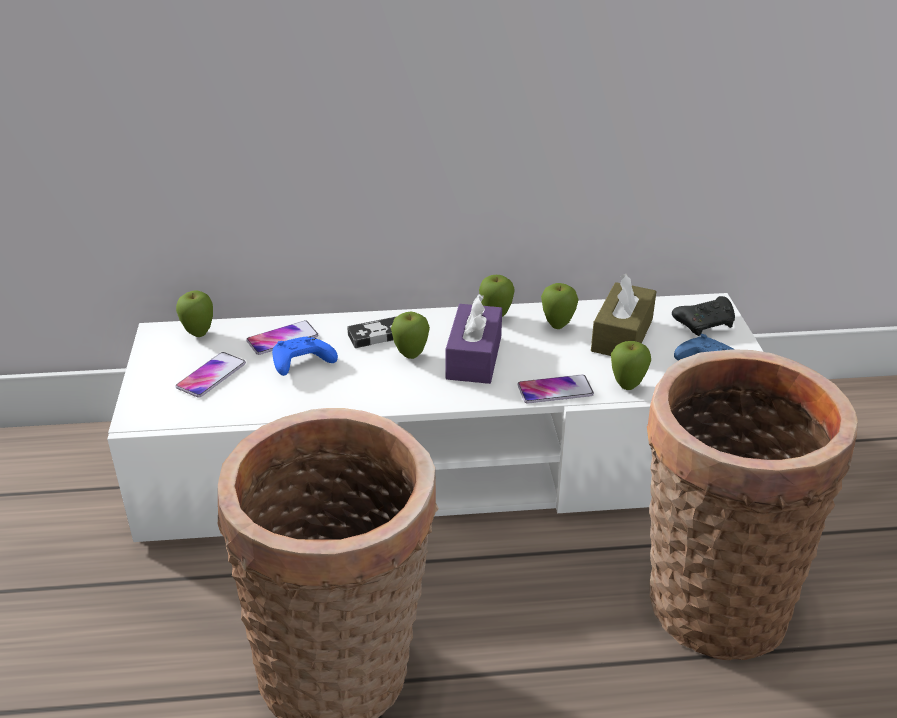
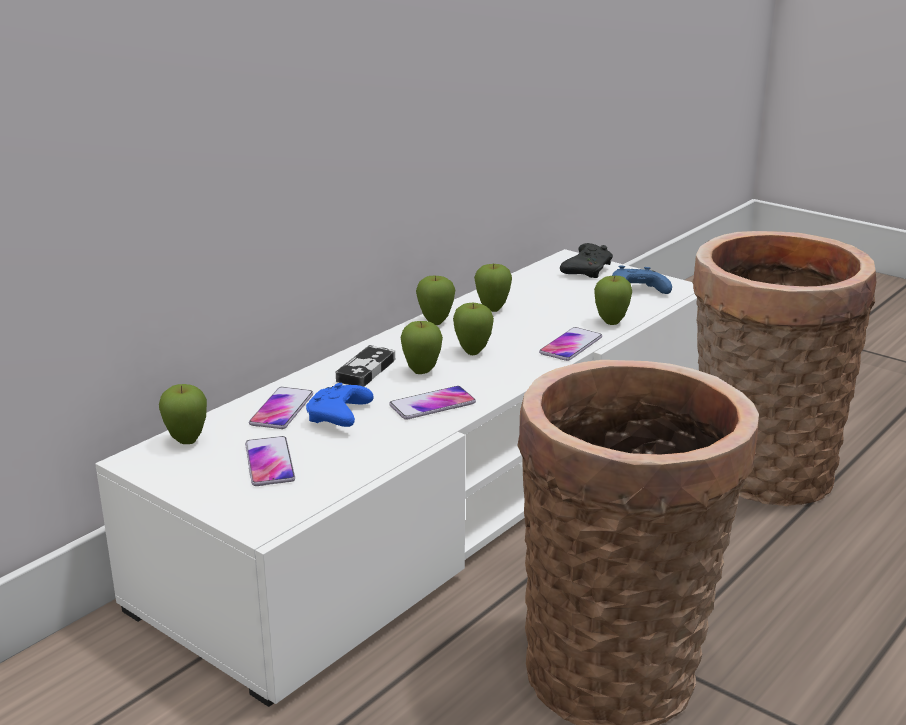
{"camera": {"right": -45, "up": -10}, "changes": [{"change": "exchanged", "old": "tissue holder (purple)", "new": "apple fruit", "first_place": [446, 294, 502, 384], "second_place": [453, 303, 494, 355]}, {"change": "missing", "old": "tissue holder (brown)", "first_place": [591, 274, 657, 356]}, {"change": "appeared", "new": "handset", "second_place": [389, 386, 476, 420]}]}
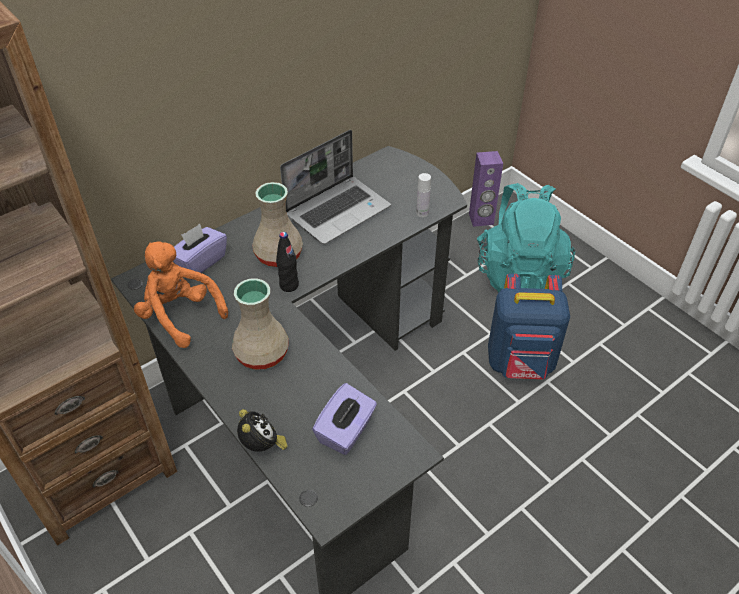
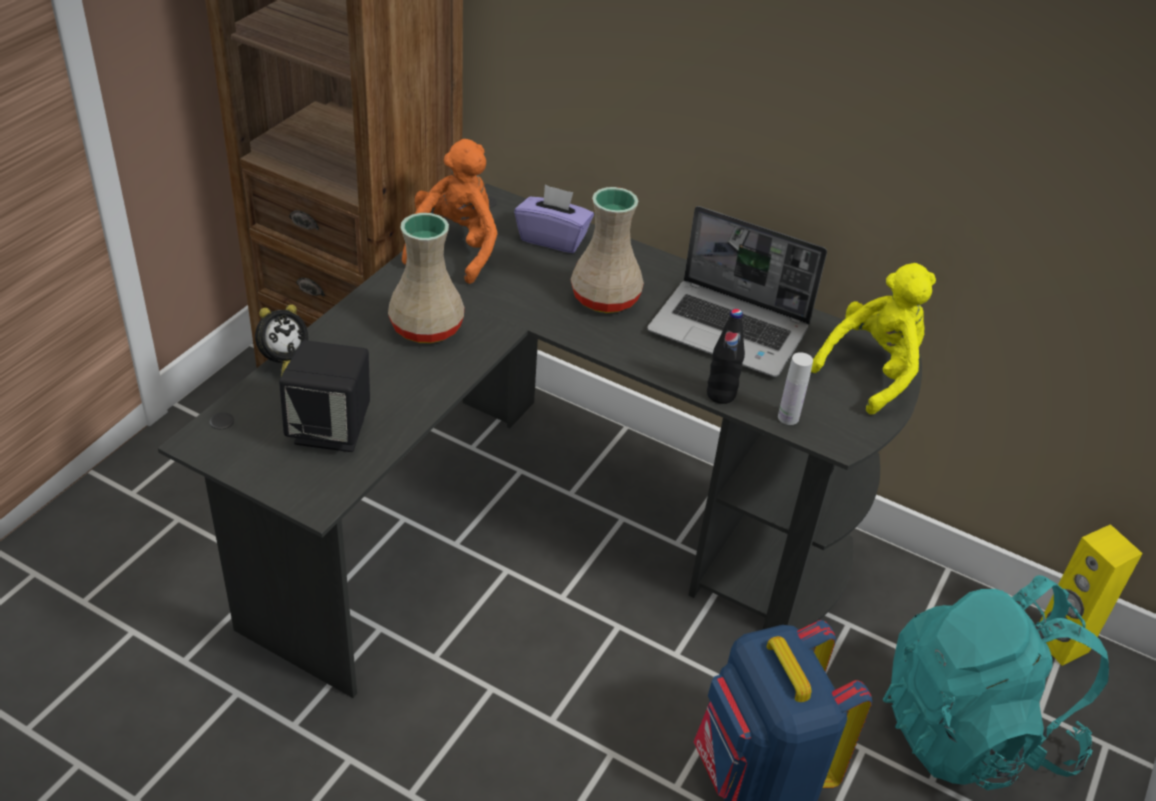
{"camera": {"right": 65, "up": -5}, "changes": [{"change": "relocated", "old": "bottle (blackish)", "first_place": [276, 232, 299, 292], "second_place": [707, 309, 745, 404]}, {"change": "exchanged", "old": "tissue holder (purple)", "new": "loudspeaker (blackish)", "first_place": [312, 383, 377, 455], "second_place": [279, 340, 370, 452]}, {"change": "colour", "old": "loudspeaker (purple)", "new": "loudspeaker (yellow-coloured)", "first_place": [469, 151, 503, 227], "second_place": [1040, 524, 1143, 666]}, {"change": "appeared", "new": "cuddly toy (yellow-coloured)", "second_place": [811, 263, 936, 415]}]}
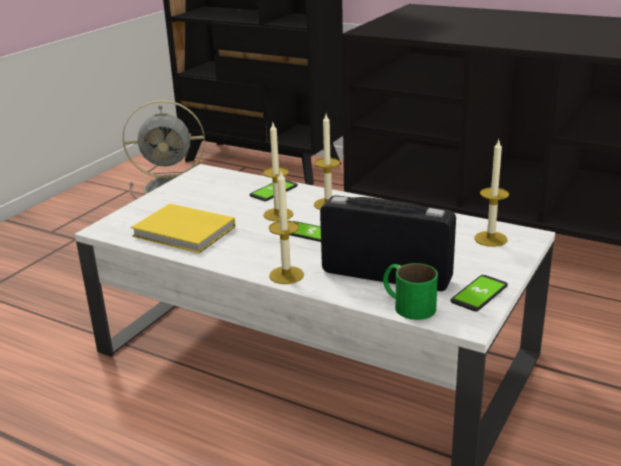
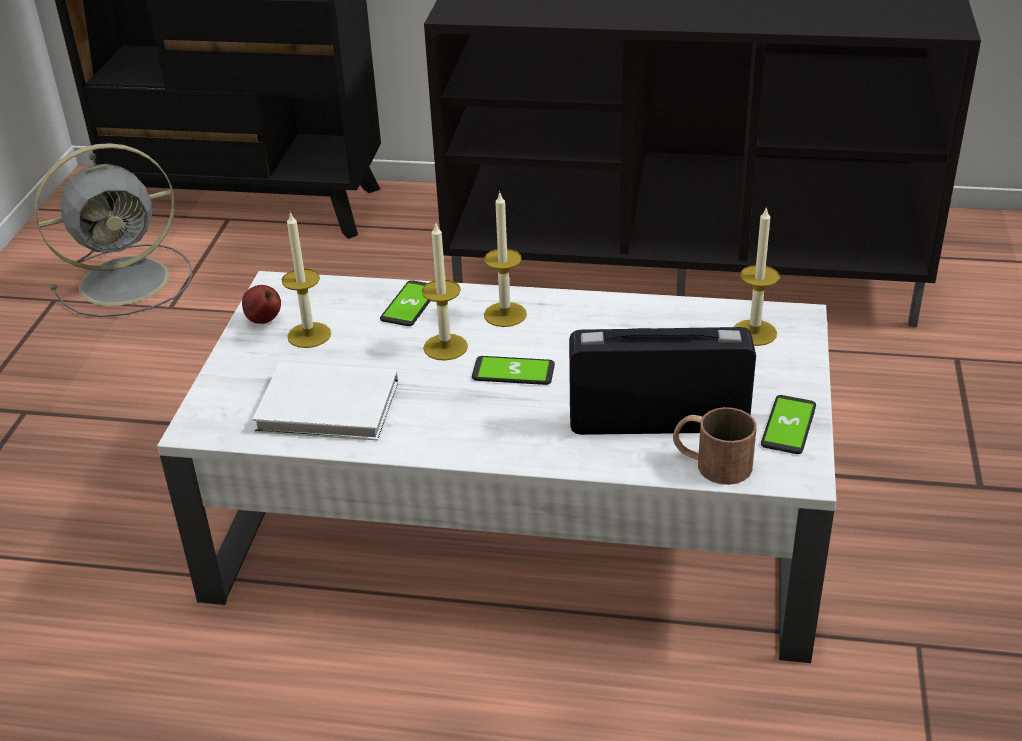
{"camera": {"right": -20, "up": 10}, "changes": [{"change": "colour", "old": "bound book (yellow-coloured)", "new": "bound book (white-coloured)", "first_place": [131, 204, 235, 253], "second_place": [252, 363, 398, 441]}, {"change": "relocated", "old": "wax candle", "first_place": [269, 169, 304, 284], "second_place": [281, 212, 331, 348]}, {"change": "colour", "old": "mug (greenish)", "new": "mug (brown)", "first_place": [383, 263, 438, 320], "second_place": [673, 407, 756, 485]}, {"change": "appeared", "new": "apple fruit", "second_place": [242, 285, 281, 324]}]}
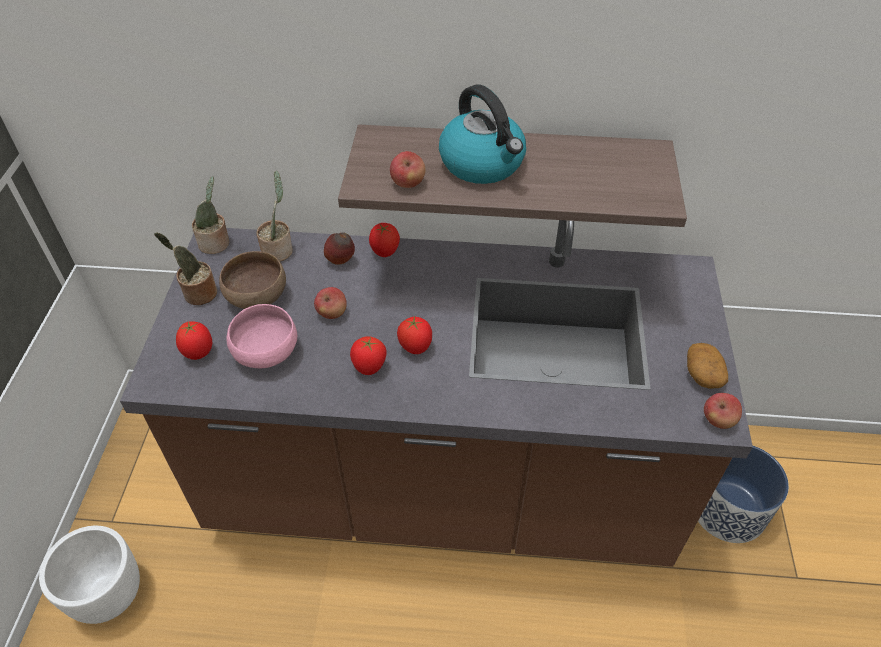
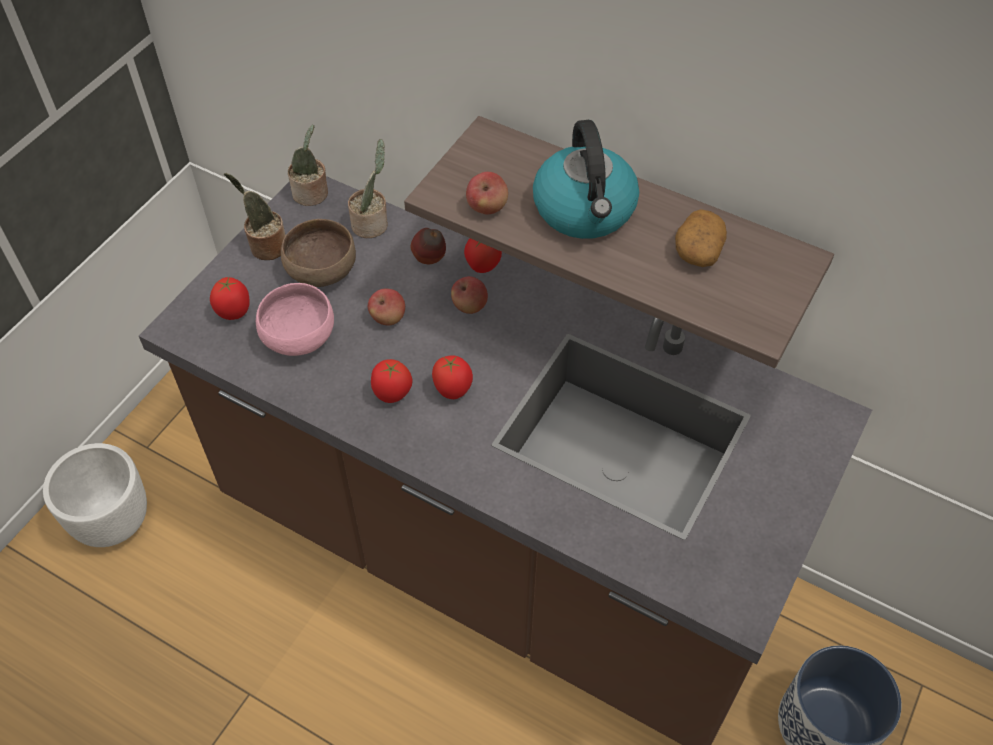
{"camera": {"right": 25, "up": 5}, "changes": [{"change": "relocated", "old": "spud", "first_place": [687, 343, 728, 389], "second_place": [675, 209, 727, 267]}, {"change": "relocated", "old": "apple fruit", "first_place": [704, 393, 742, 429], "second_place": [451, 276, 488, 314]}]}
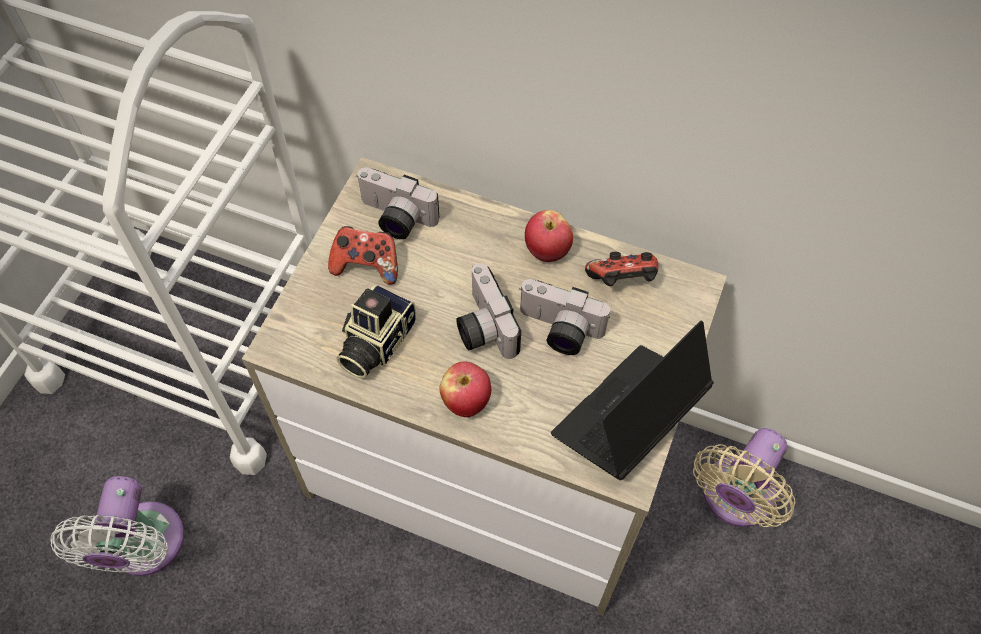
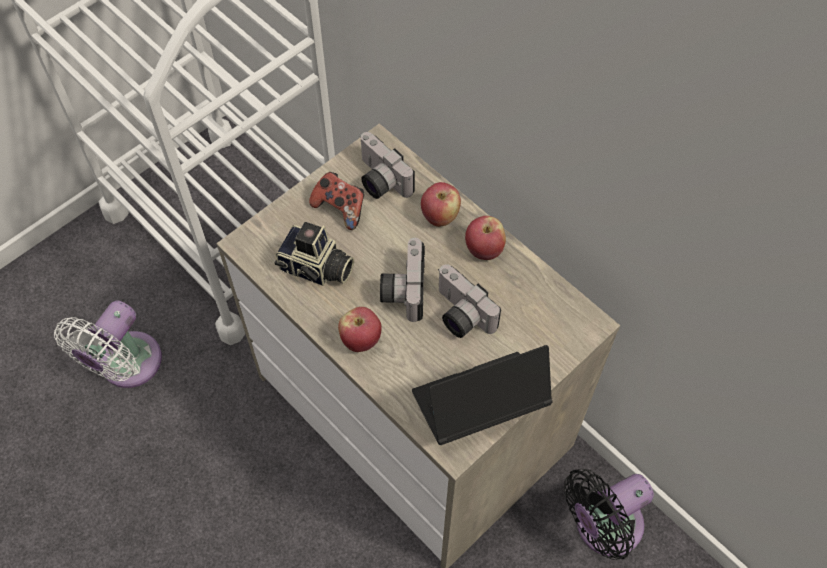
{"camera": {"right": 25, "up": 0}, "changes": [{"change": "spun", "old": "photo camera", "first_place": [336, 285, 416, 379], "second_place": [275, 222, 354, 286], "degrees": -120}, {"change": "missing", "old": "gamepad", "first_place": [585, 252, 658, 286]}, {"change": "colour", "old": "fan (sand-coloured)", "new": "fan (blackish)", "first_place": [693, 428, 795, 527], "second_place": [564, 469, 654, 560]}, {"change": "appeared", "new": "apple fruit", "second_place": [421, 182, 461, 227]}]}
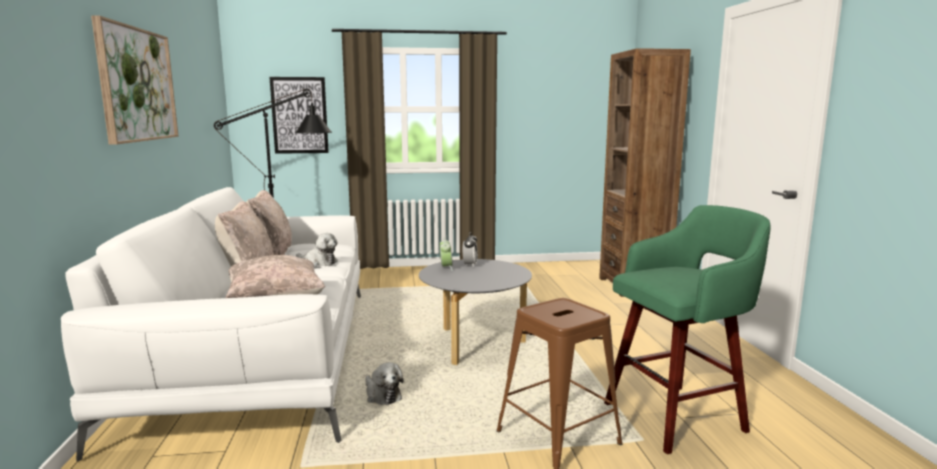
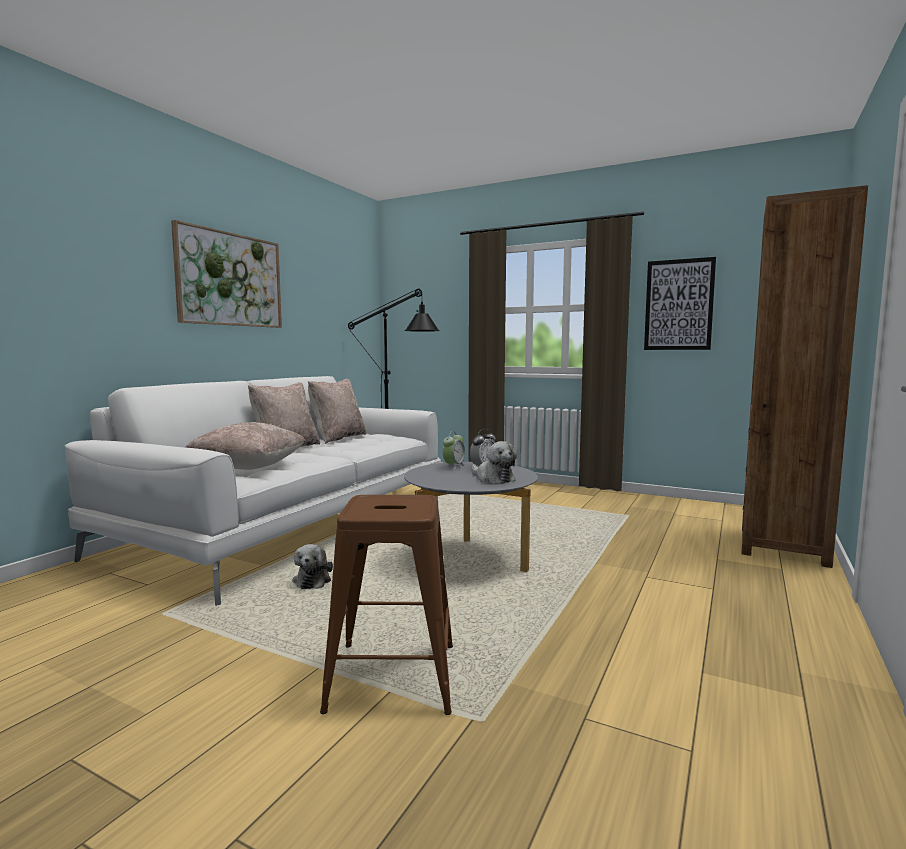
{"camera": {"right": 35, "up": -5}, "changes": [{"change": "relocated", "old": "wall picture", "first_place": [269, 77, 329, 154], "second_place": [644, 257, 716, 350]}, {"change": "relocated", "old": "cuddly toy", "first_place": [296, 233, 338, 266], "second_place": [471, 441, 517, 484]}, {"change": "missing", "old": "sitting stool (greenish)", "first_place": [604, 205, 771, 454]}]}
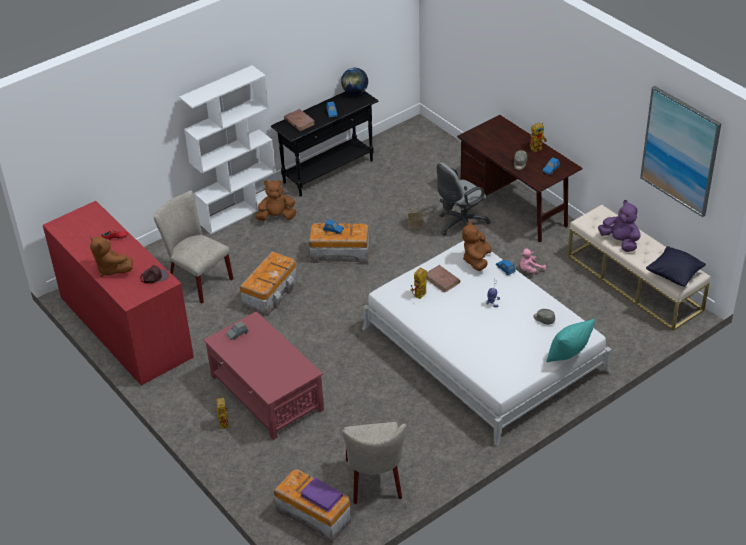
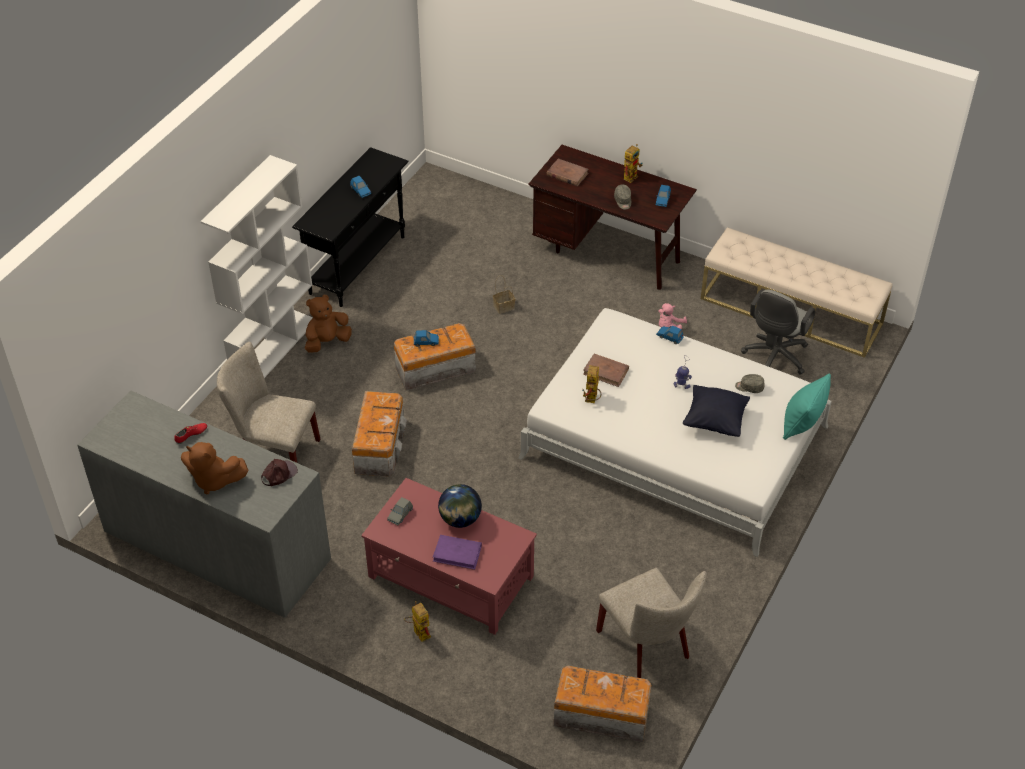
{"camera": {"right": -25, "up": 5}, "changes": [{"change": "colour", "old": "dresser (red-coloured)", "new": "dresser (greyish)", "first_place": [43, 201, 194, 385], "second_place": [77, 390, 331, 618]}, {"change": "relocated", "old": "bound book (brown)", "first_place": [284, 109, 315, 131], "second_place": [546, 158, 589, 186]}, {"change": "relocated", "old": "bound book (purple)", "first_place": [300, 478, 343, 512], "second_place": [433, 535, 482, 570]}, {"change": "relocated", "old": "desk globe", "first_place": [341, 68, 368, 95], "second_place": [438, 484, 482, 528]}, {"change": "relocated", "old": "computer chair (greyish)", "first_place": [437, 162, 491, 236], "second_place": [741, 290, 816, 375]}, {"change": "missing", "old": "cuddly toy (brown)", "first_place": [462, 221, 492, 271]}, {"change": "missing", "old": "cuddly toy (purple)", "first_place": [598, 200, 641, 252]}, {"change": "missing", "old": "wall picture", "first_place": [640, 86, 721, 217]}, {"change": "relocated", "old": "pillow (blackish)", "first_place": [646, 246, 706, 287], "second_place": [683, 385, 750, 437]}]}
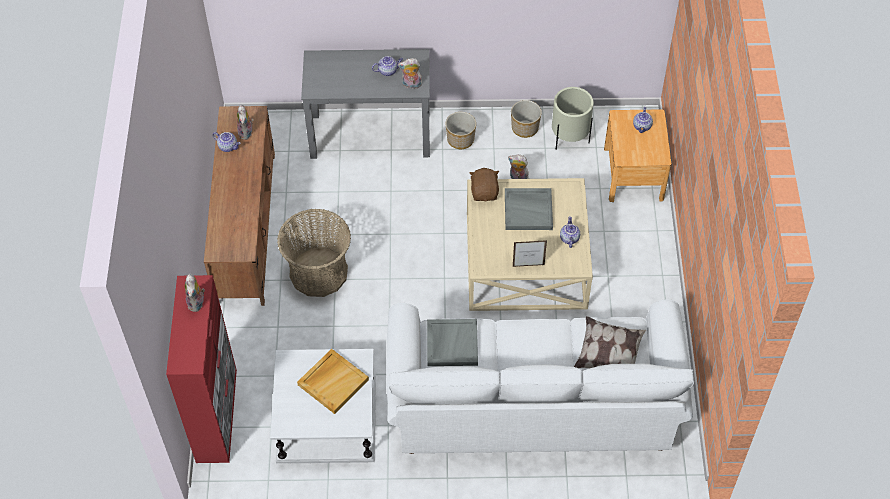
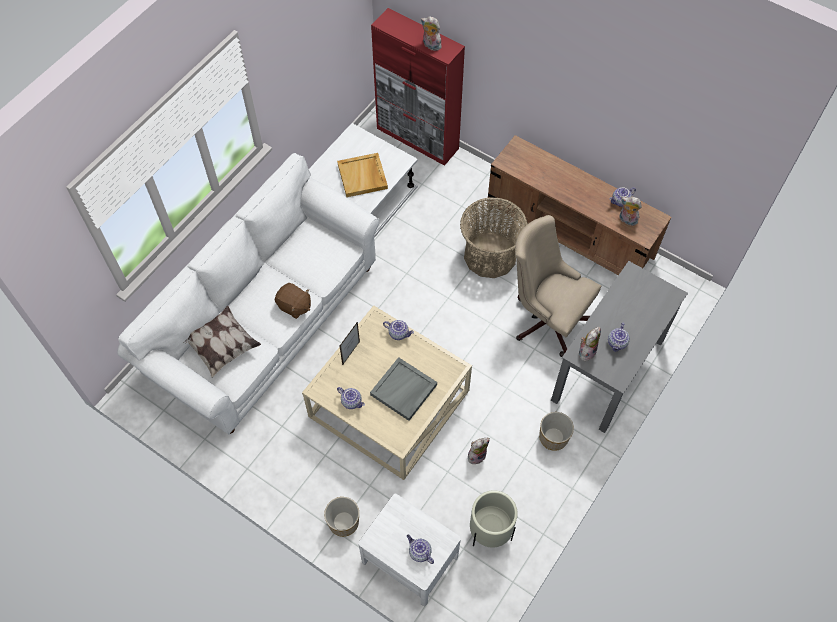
{"camera": {"right": 125, "up": 5}, "changes": [{"change": "missing", "old": "carrying tray (greyish)", "first_place": [427, 319, 478, 366]}, {"change": "relocated", "old": "cuddly toy (brown)", "first_place": [469, 168, 499, 201], "second_place": [275, 283, 311, 319]}, {"change": "relocated", "old": "planter", "first_place": [511, 100, 542, 138], "second_place": [324, 497, 359, 537]}, {"change": "colour", "old": "bedside table (brown)", "new": "bedside table (white-coloured)", "first_place": [604, 110, 671, 202], "second_place": [358, 494, 461, 606]}, {"change": "appeared", "new": "pot for tea", "second_place": [383, 320, 414, 340]}, {"change": "appeared", "new": "computer chair (sand-coloured)", "second_place": [515, 215, 601, 357]}]}
